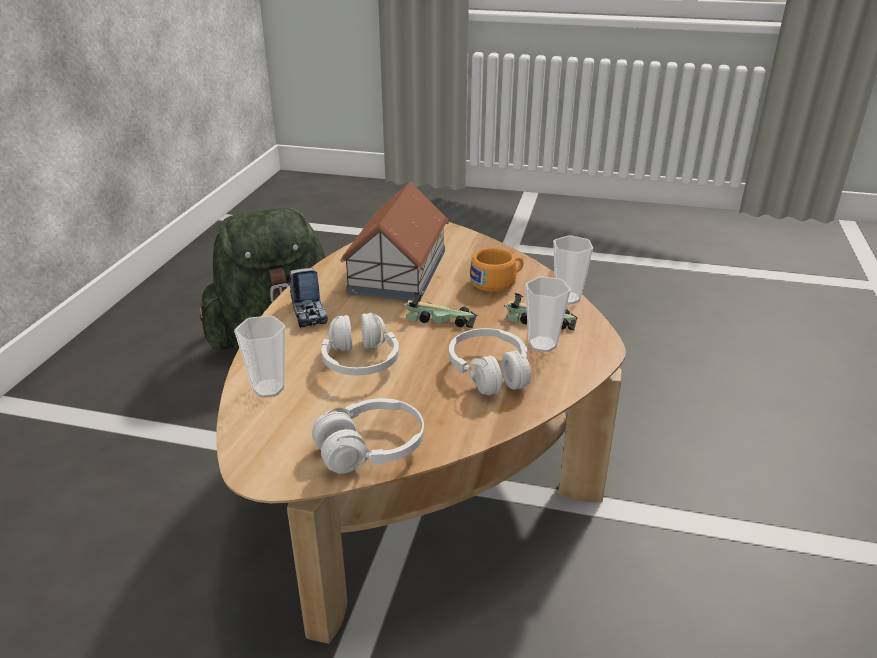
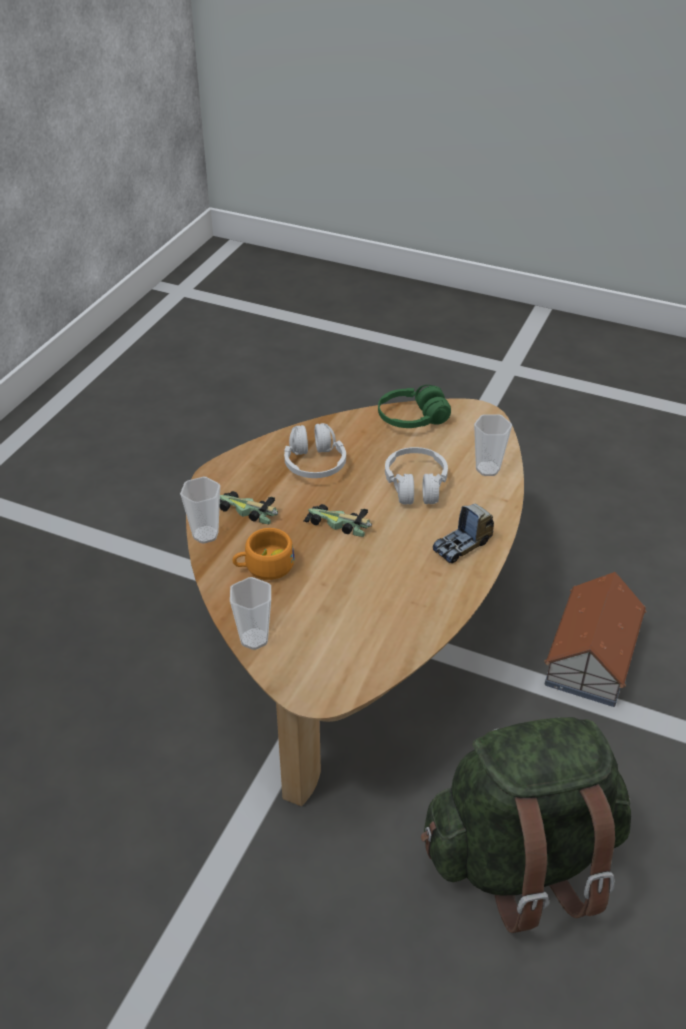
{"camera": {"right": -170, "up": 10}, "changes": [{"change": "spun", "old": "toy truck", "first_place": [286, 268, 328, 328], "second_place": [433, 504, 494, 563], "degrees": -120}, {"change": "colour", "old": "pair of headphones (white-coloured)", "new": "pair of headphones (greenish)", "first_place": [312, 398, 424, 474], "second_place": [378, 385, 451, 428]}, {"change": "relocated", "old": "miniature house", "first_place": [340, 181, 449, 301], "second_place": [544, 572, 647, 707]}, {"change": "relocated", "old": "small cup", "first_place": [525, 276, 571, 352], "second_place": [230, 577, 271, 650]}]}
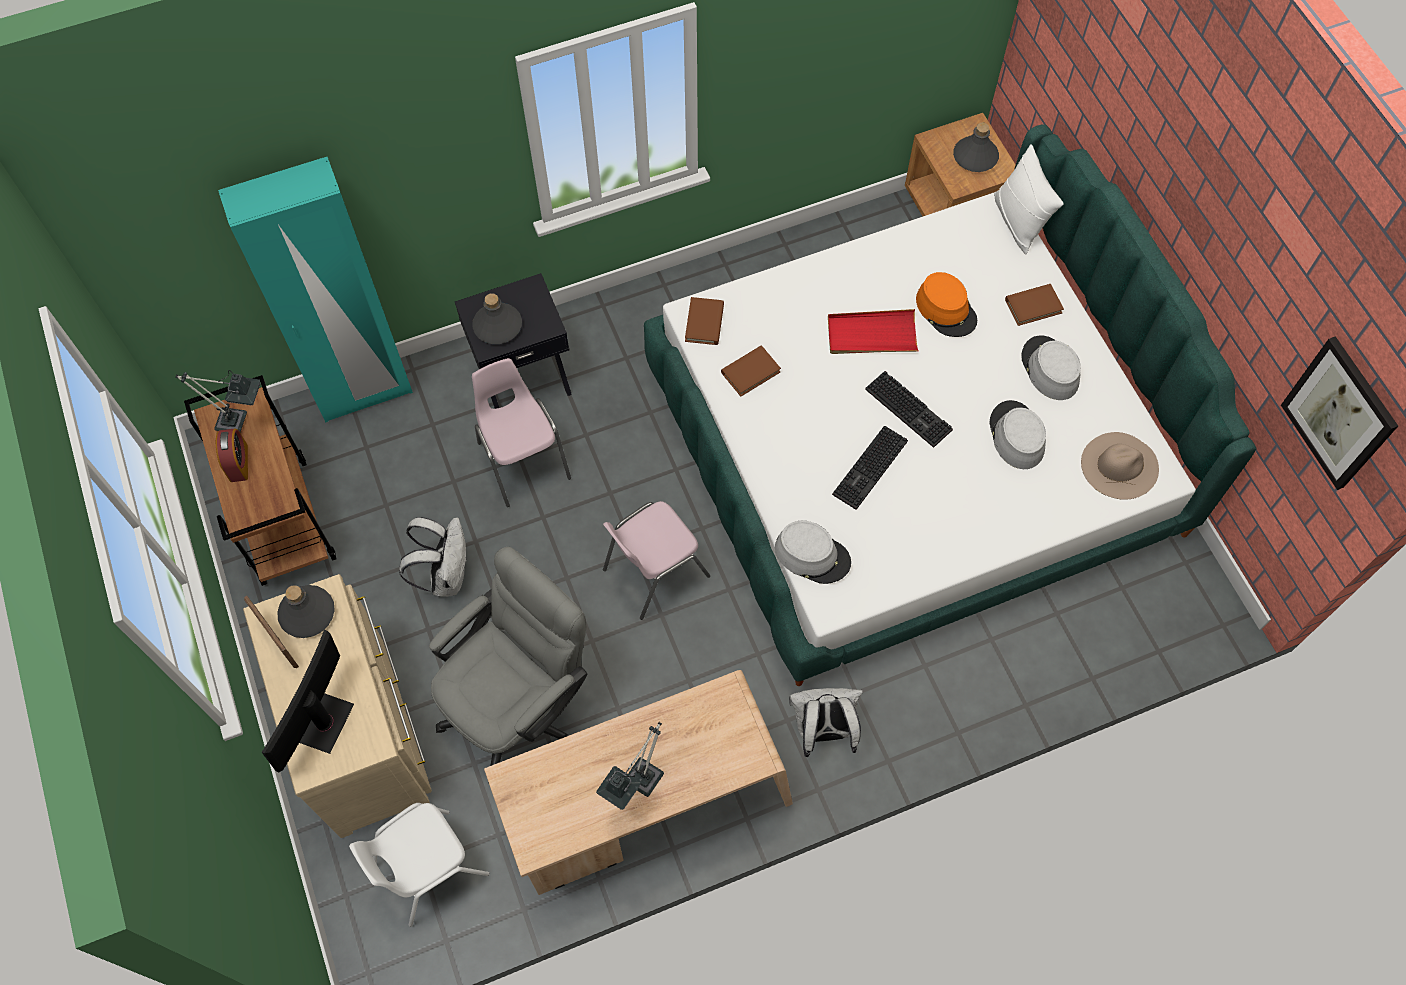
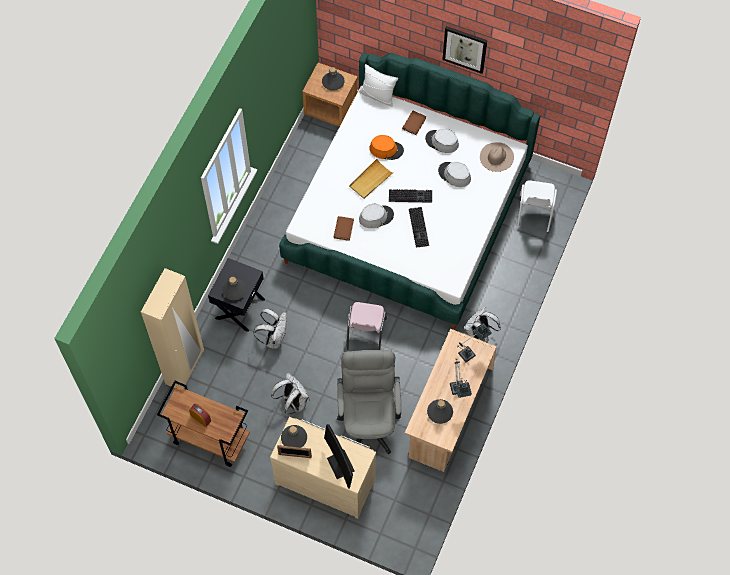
{"camera": {"right": -45, "up": 0}, "changes": [{"change": "relocated", "old": "lamp for a table", "first_place": [175, 370, 261, 432], "second_place": [457, 323, 492, 362]}, {"change": "colour", "old": "armoire (blue-green)", "new": "armoire (sand-coloured)", "first_place": [218, 157, 413, 422], "second_place": [141, 268, 204, 388]}, {"change": "relocated", "old": "upright chair (white-coloured)", "first_place": [349, 803, 490, 927], "second_place": [517, 180, 557, 232]}, {"change": "exchanged", "old": "upright chair (pink)", "new": "backpack (white-coloured)", "first_place": [472, 358, 571, 507], "second_place": [253, 308, 287, 349]}, {"change": "missing", "old": "bound book (brown)", "first_place": [685, 297, 724, 345]}, {"change": "relocated", "old": "wearable hat (greyish)", "first_place": [775, 521, 851, 584], "second_place": [359, 204, 394, 228]}, {"change": "colour", "old": "carrying tray (red-coloured)", "new": "carrying tray (sand-coloured)", "first_place": [828, 309, 919, 354], "second_place": [349, 159, 394, 199]}, {"change": "relocated", "old": "wall picture", "first_place": [1281, 336, 1398, 490], "second_place": [442, 26, 488, 74]}, {"change": "appeared", "new": "bottle (greyish)", "second_place": [427, 399, 453, 424]}]}
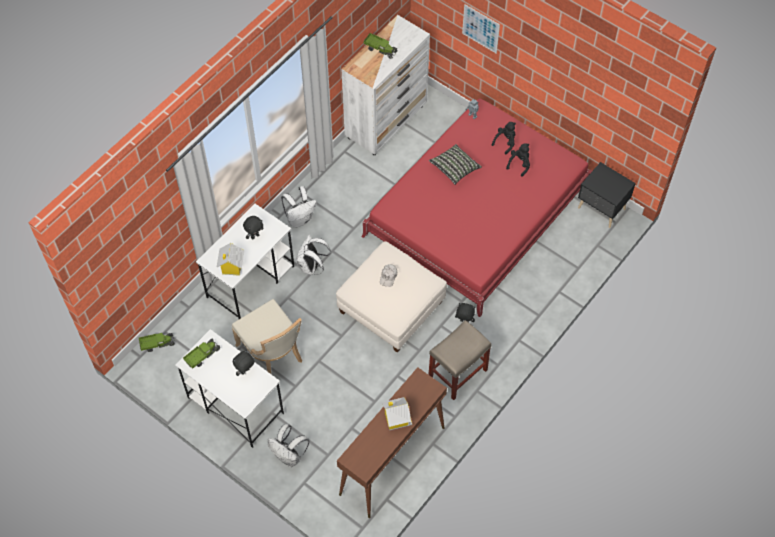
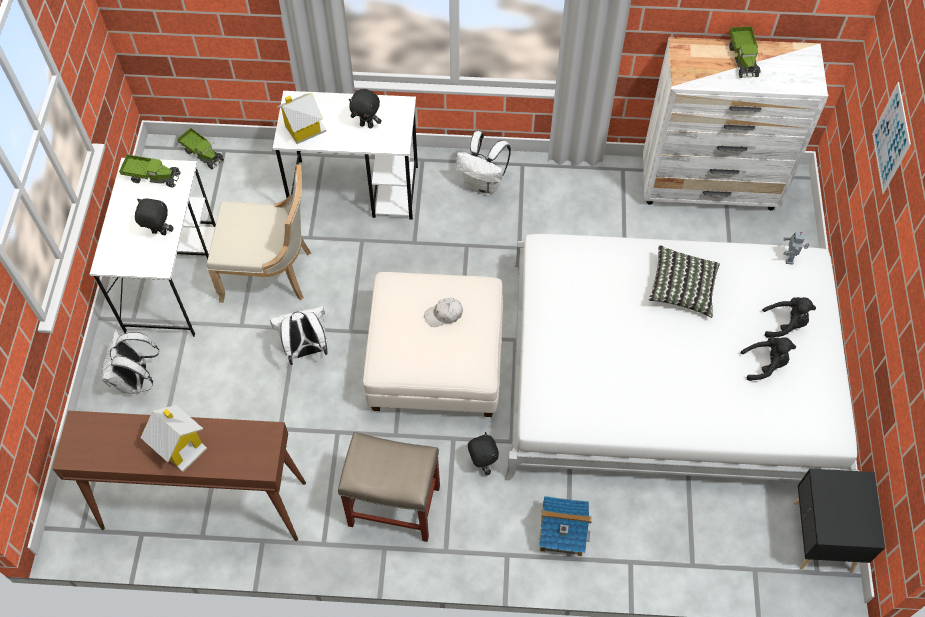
{"camera": {"right": 55, "up": 0}, "changes": [{"change": "spun", "old": "upright chair (sand-coloured)", "first_place": [232, 299, 302, 374], "second_place": [207, 164, 311, 303], "degrees": -105}, {"change": "relocated", "old": "backpack (white-coloured)", "first_place": [297, 235, 331, 275], "second_place": [270, 306, 328, 365]}, {"change": "colour", "old": "bedroom bed (red-coloured)", "new": "bedroom bed (white-coloured)", "first_place": [361, 98, 592, 317], "second_place": [505, 234, 859, 482]}, {"change": "appeared", "new": "miniature house", "second_place": [539, 496, 592, 556]}]}
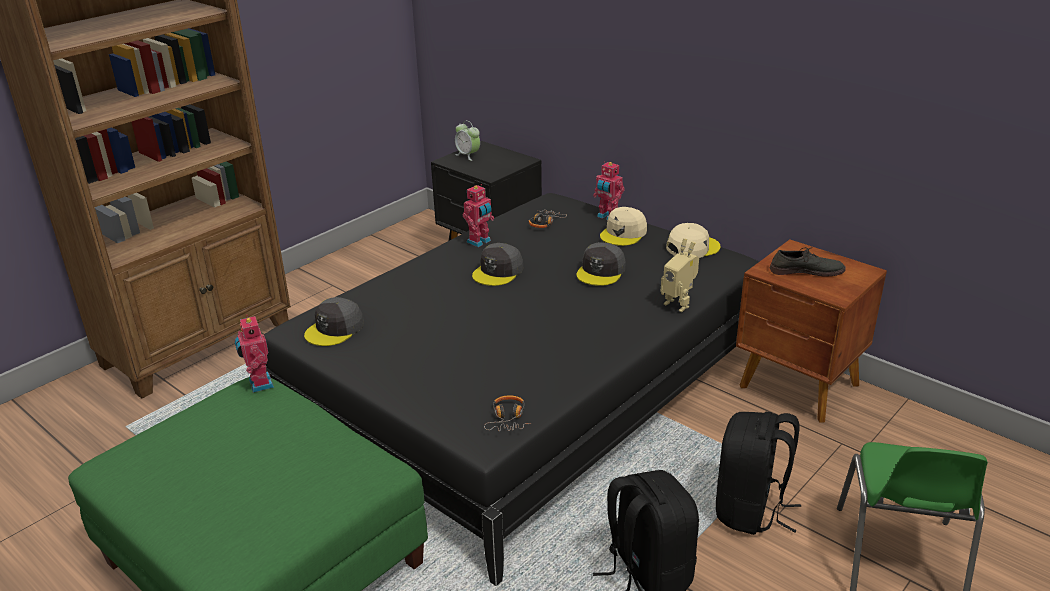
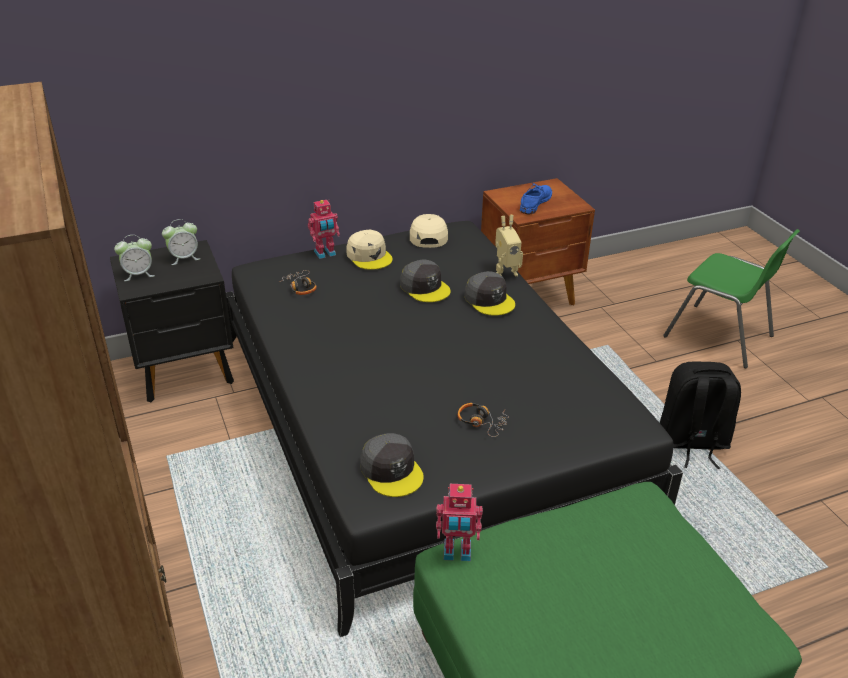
{"camera": {"right": -65, "up": 5}, "changes": [{"change": "missing", "old": "robot figure", "first_place": [463, 184, 494, 247]}, {"change": "relocated", "old": "cap (greyish)", "first_place": [472, 243, 523, 286], "second_place": [464, 271, 515, 316]}, {"change": "relocated", "old": "pair of headphones", "first_place": [484, 396, 531, 431], "second_place": [458, 403, 509, 437]}, {"change": "missing", "old": "backpack (blackish)", "first_place": [716, 412, 801, 535]}, {"change": "colour", "old": "low shoe (greyish)", "new": "low shoe (blue-coloured)", "first_place": [770, 247, 846, 277], "second_place": [520, 183, 552, 214]}, {"change": "appeared", "new": "alarm clock", "second_place": [162, 219, 200, 265]}]}
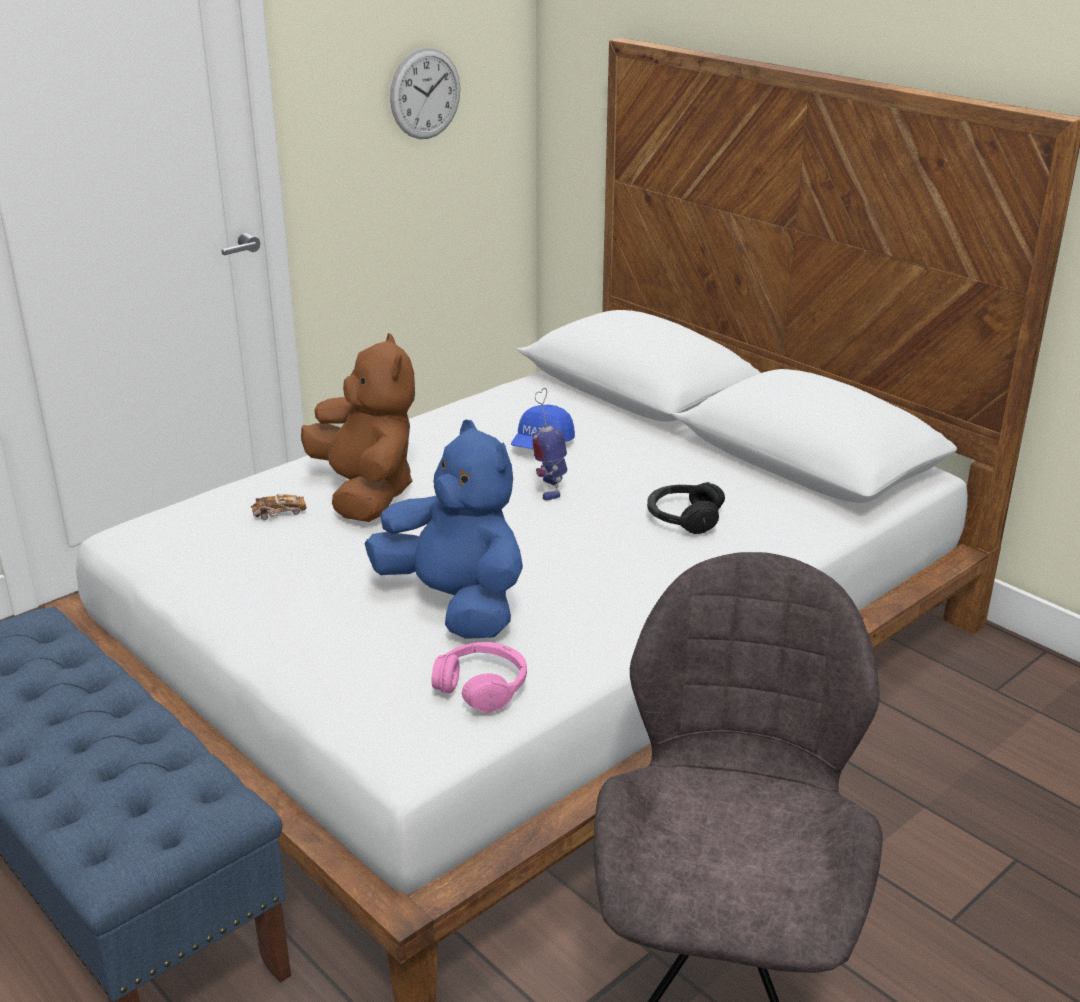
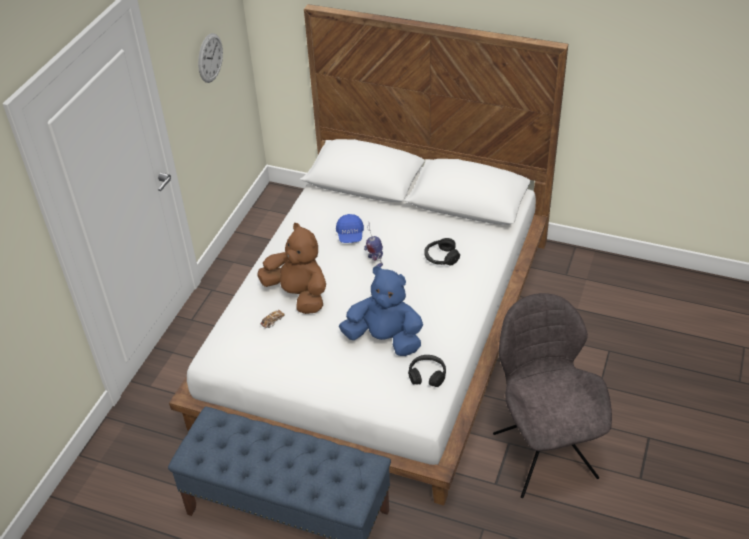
{"camera": {"right": -25, "up": 15}, "changes": [{"change": "colour", "old": "pair of headphones (pink)", "new": "pair of headphones (blackish)", "first_place": [432, 642, 527, 713], "second_place": [408, 355, 446, 387]}]}
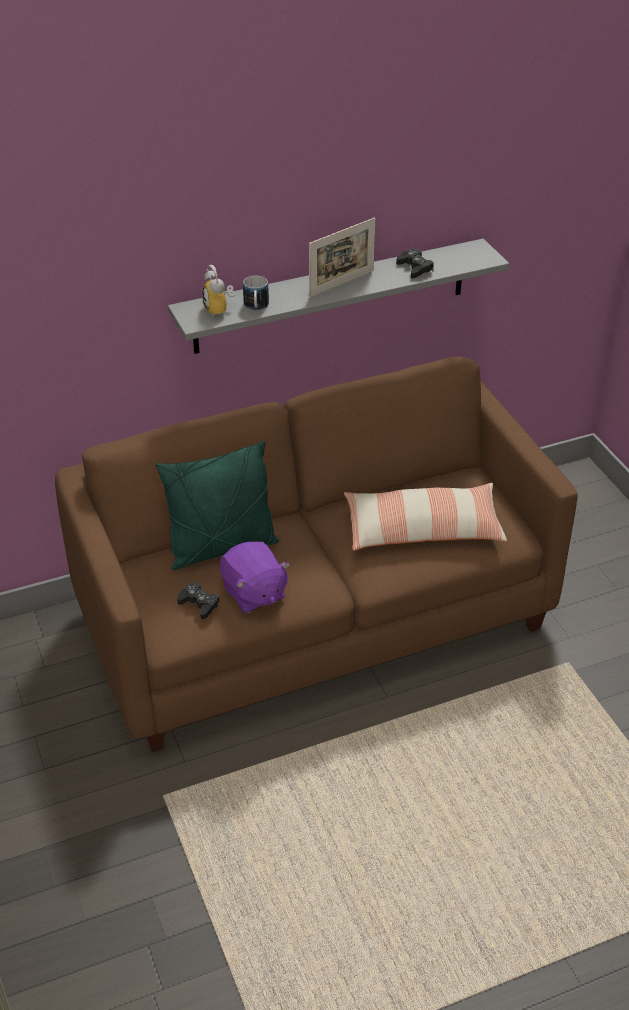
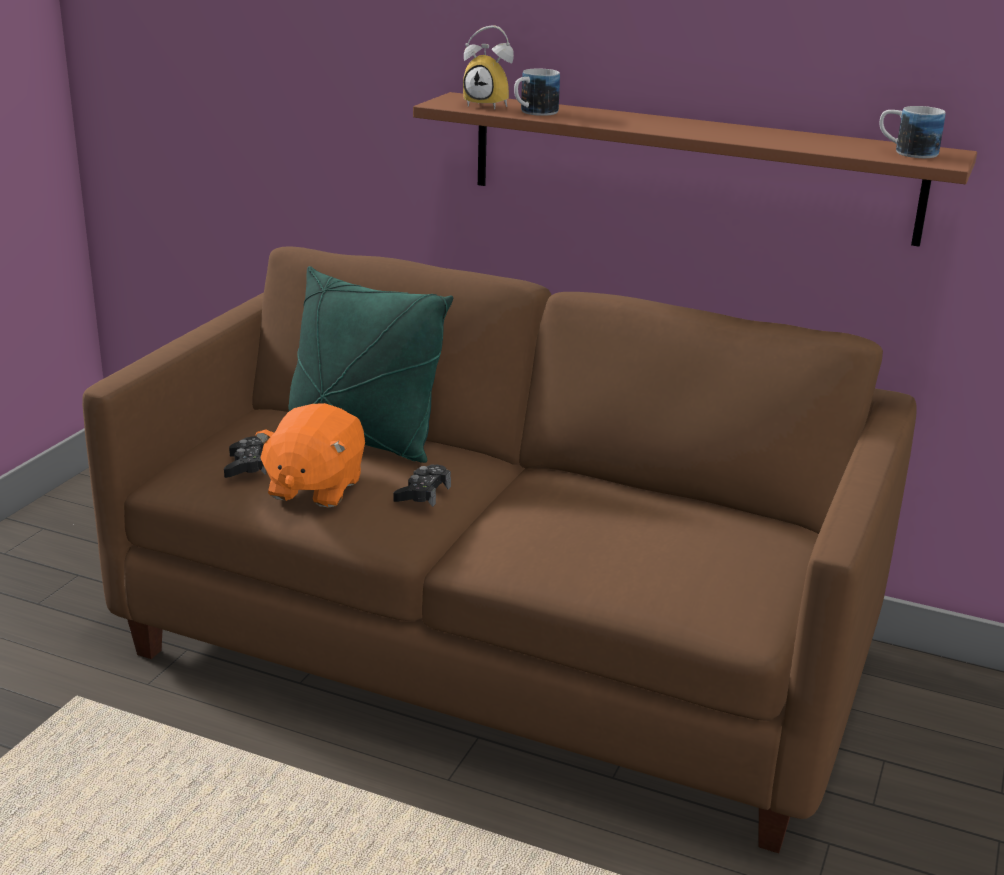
{"camera": {"right": 45, "up": -15}, "changes": [{"change": "colour", "old": "shelf (greyish)", "new": "shelf (brown)", "first_place": [168, 239, 509, 354], "second_place": [413, 92, 977, 247]}, {"change": "spun", "old": "alarm clock", "first_place": [202, 265, 235, 317], "second_place": [463, 26, 514, 110], "degrees": -90}, {"change": "colour", "old": "cuddly toy (purple)", "new": "cuddly toy (orangey)", "first_place": [220, 541, 290, 613], "second_place": [256, 403, 365, 508]}, {"change": "missing", "old": "picture frame", "first_place": [309, 217, 375, 297]}, {"change": "missing", "old": "pillow", "first_place": [344, 483, 507, 551]}, {"change": "relocated", "old": "gamepad (blackish)", "first_place": [396, 249, 434, 279], "second_place": [393, 464, 451, 507]}, {"change": "appeared", "new": "mug", "second_place": [880, 106, 945, 158]}]}
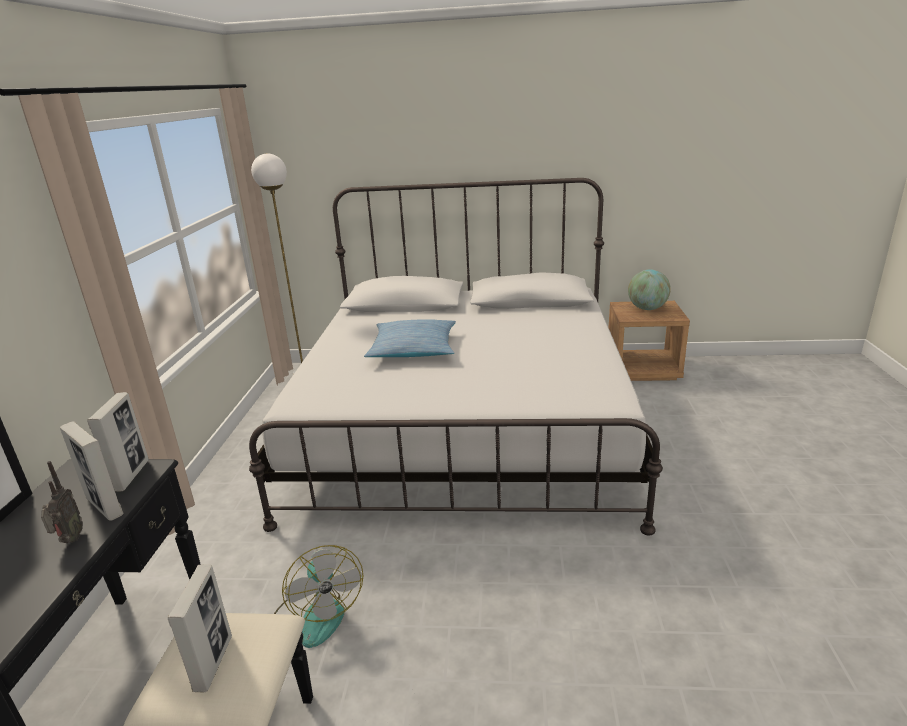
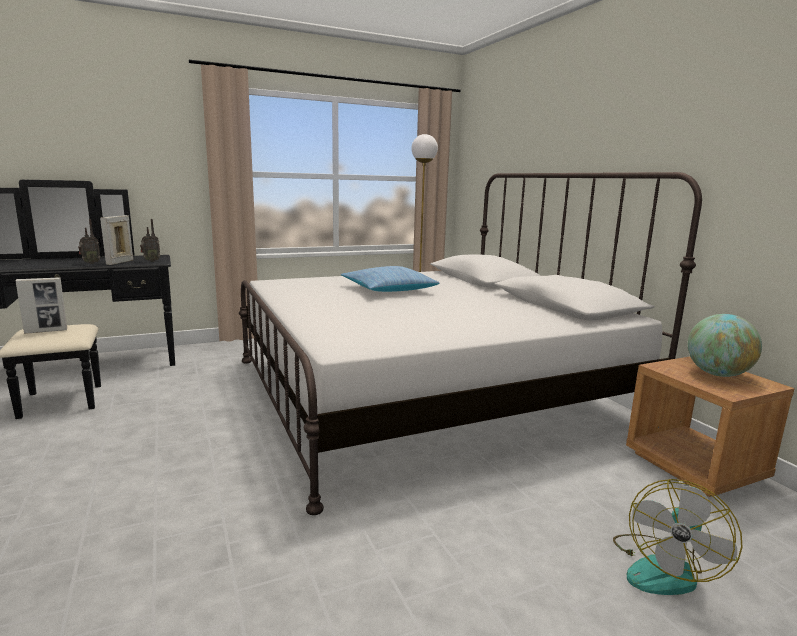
{"camera": {"right": 60, "up": -10}, "changes": [{"change": "exchanged", "old": "picture frame", "new": "radio receiver", "first_place": [87, 392, 149, 492], "second_place": [140, 219, 161, 262]}, {"change": "relocated", "old": "fan", "first_place": [274, 545, 364, 648], "second_place": [613, 479, 743, 595]}]}
